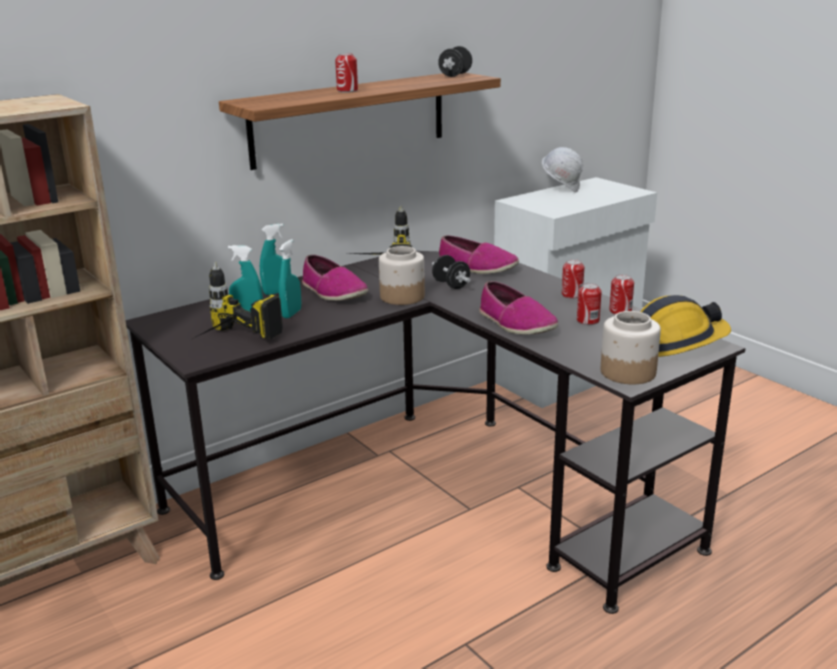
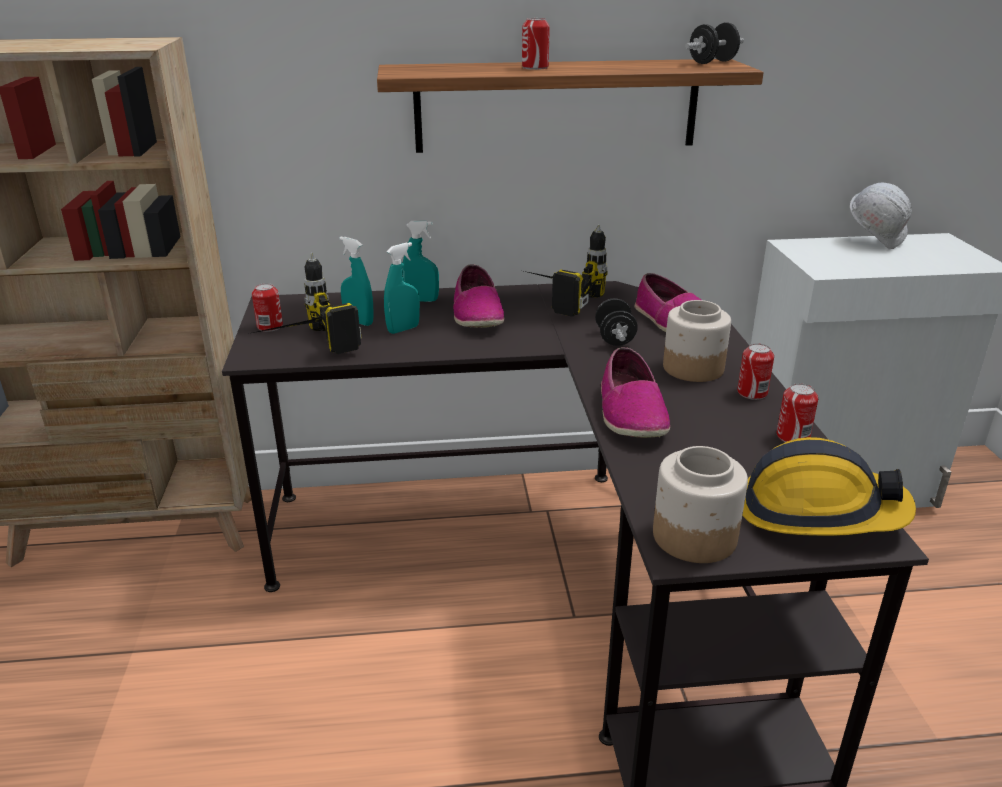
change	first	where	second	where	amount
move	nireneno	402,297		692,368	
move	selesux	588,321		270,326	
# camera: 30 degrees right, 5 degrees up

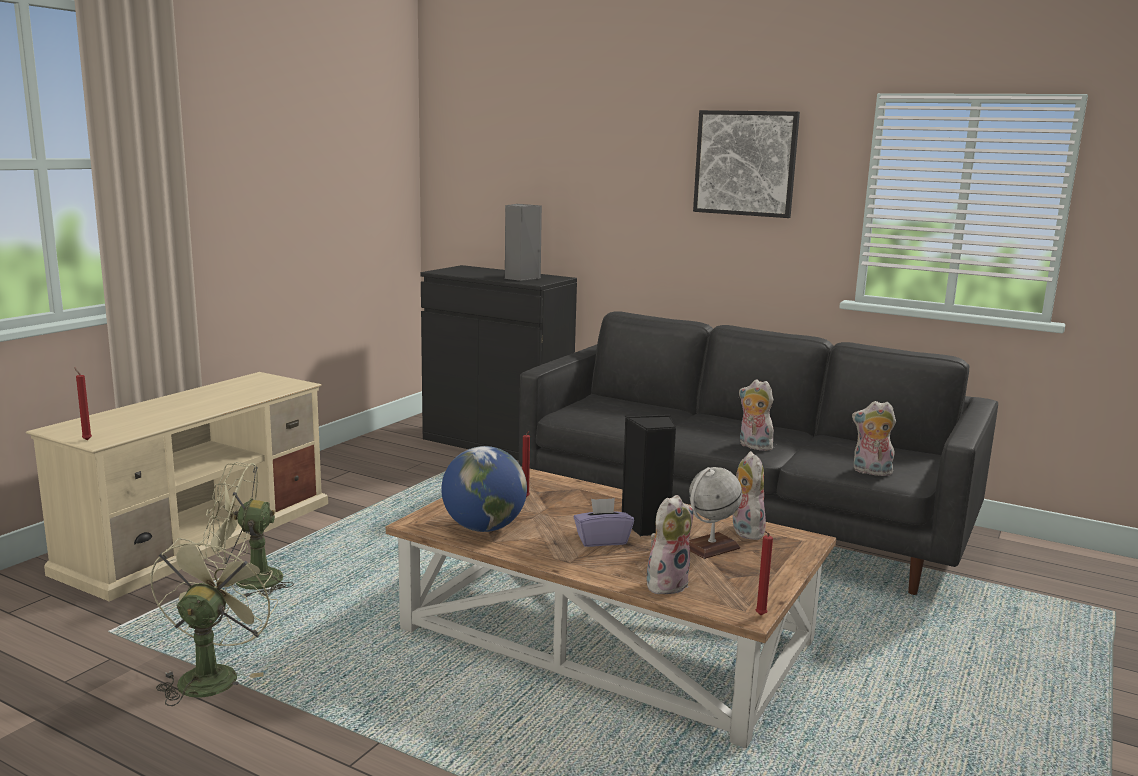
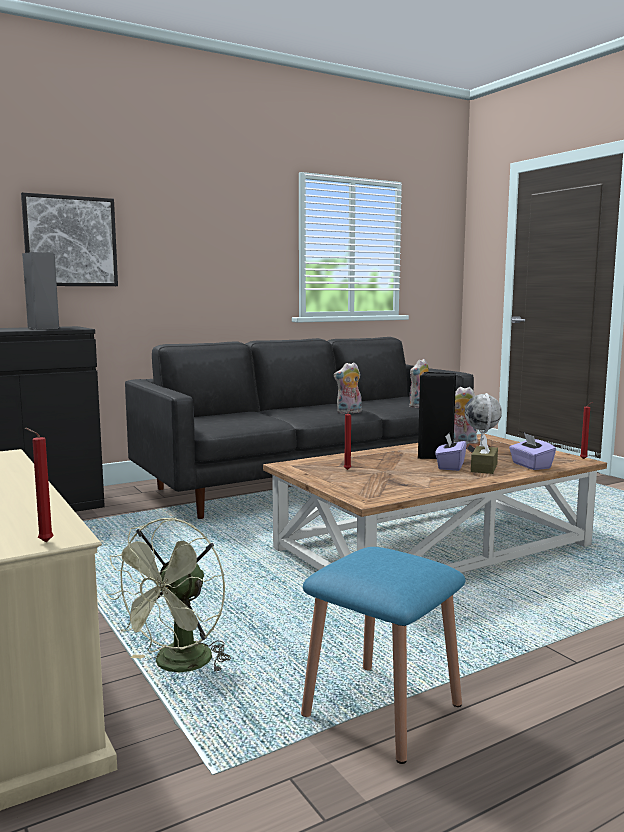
change	first	where	second	where	amount
replace	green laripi	212,674	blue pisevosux	382,710	
delete	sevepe	484,528			
replace	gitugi	666,583	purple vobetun	530,466	
move	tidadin	745,163		70,241	
insert			brown vobetun	484,468	
# camera: 60 degrees left, 5 degrees down

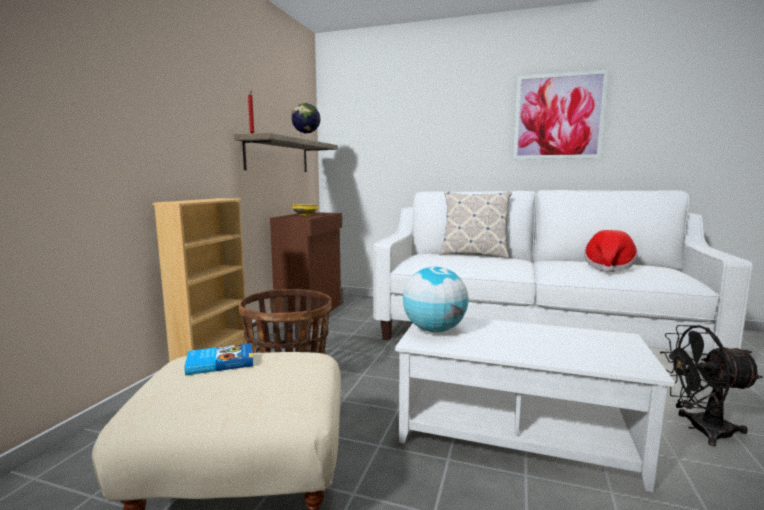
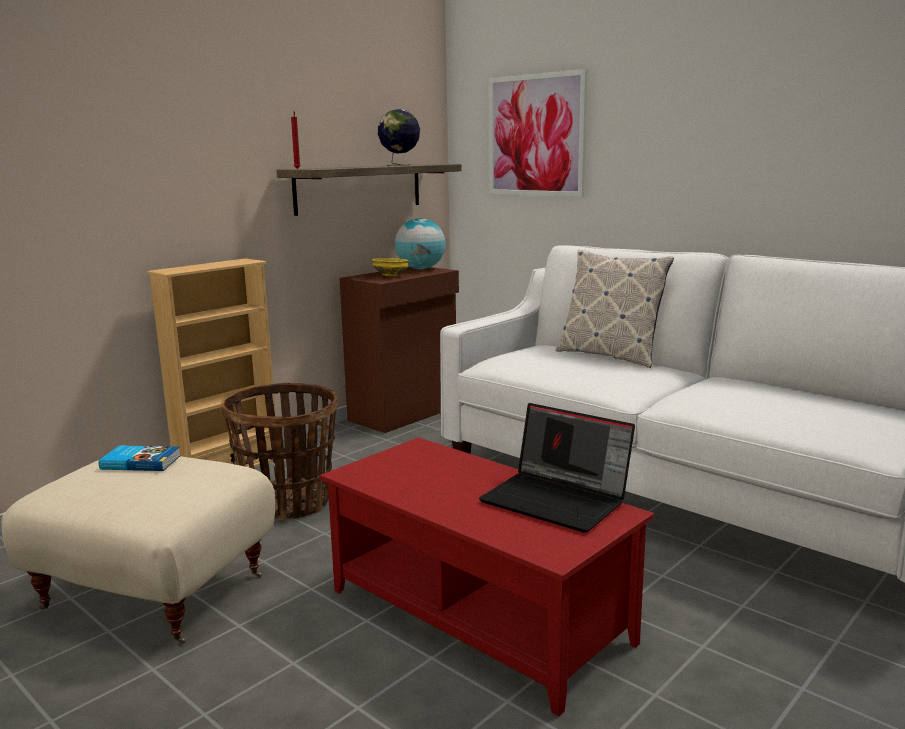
change	first	where	second	where	amount
recolor	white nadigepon	516,433	red nadigepon	479,615	
move	sevepe	434,330		420,269	
move	tidadin	558,116		536,135	
delete	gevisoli	608,267			
delete	black laripi	700,429			
insert			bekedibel	558,500	
# camera: 25 degrees right, 5 degrees up

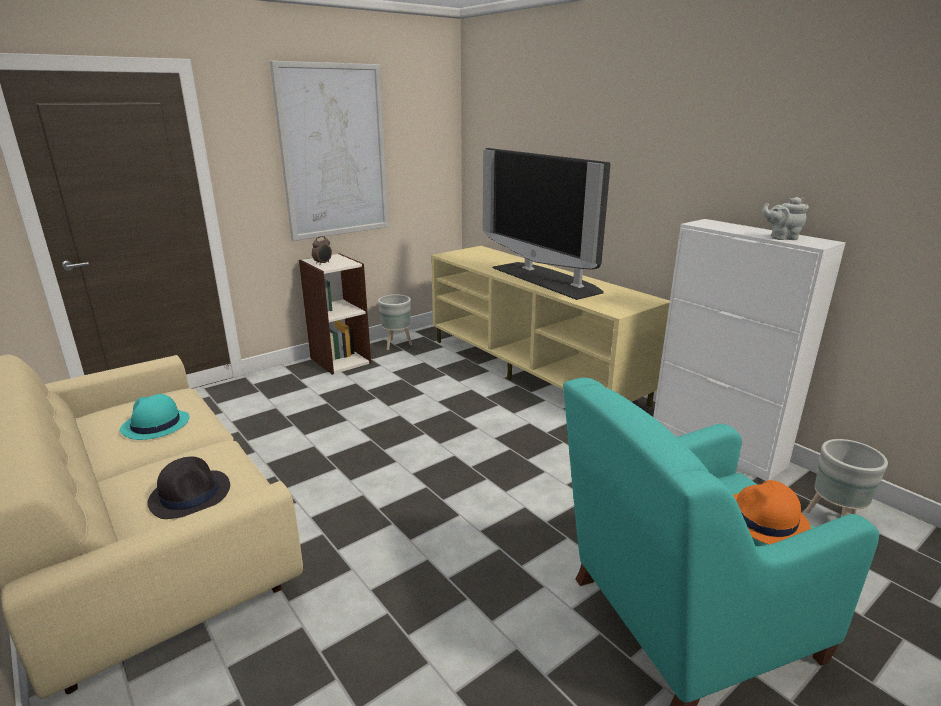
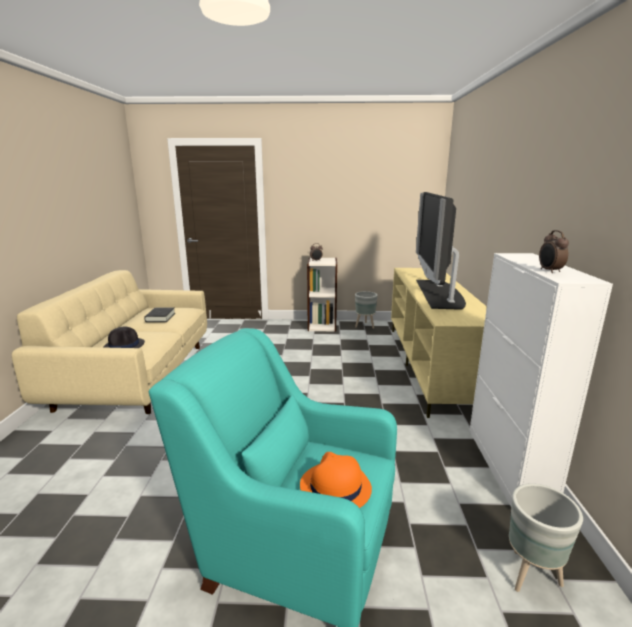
change	first	where	second	where	amount
replace	turquoise gevisoli	155,425	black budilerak	160,317	
delete	tidadin	334,152			
replace	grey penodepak	781,238	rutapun	549,271	
# camera: 40 degrees right, 5 degrees down

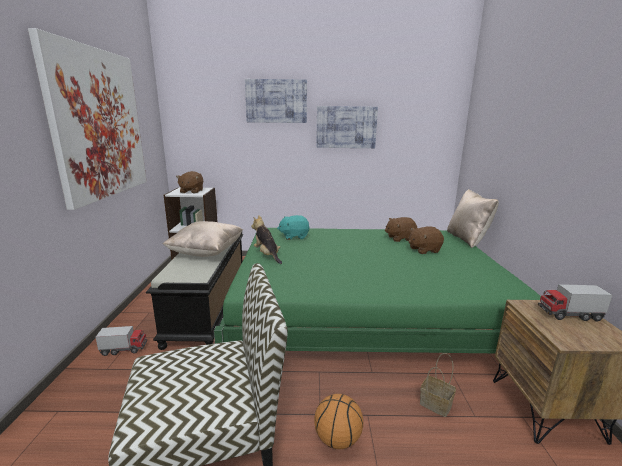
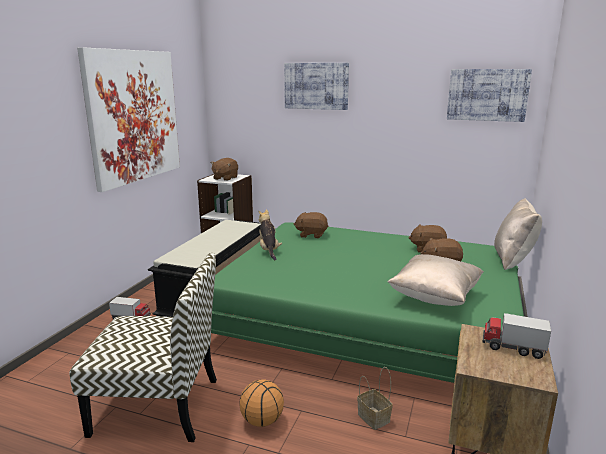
change	first	where	second	where	amount
move	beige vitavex	206,253		434,297	
recolor	turquoise gitugi	294,236	brown gitugi	311,235	
move	tidadin	346,127		487,95	
# camera: 20 degrees right, 0 degrees up

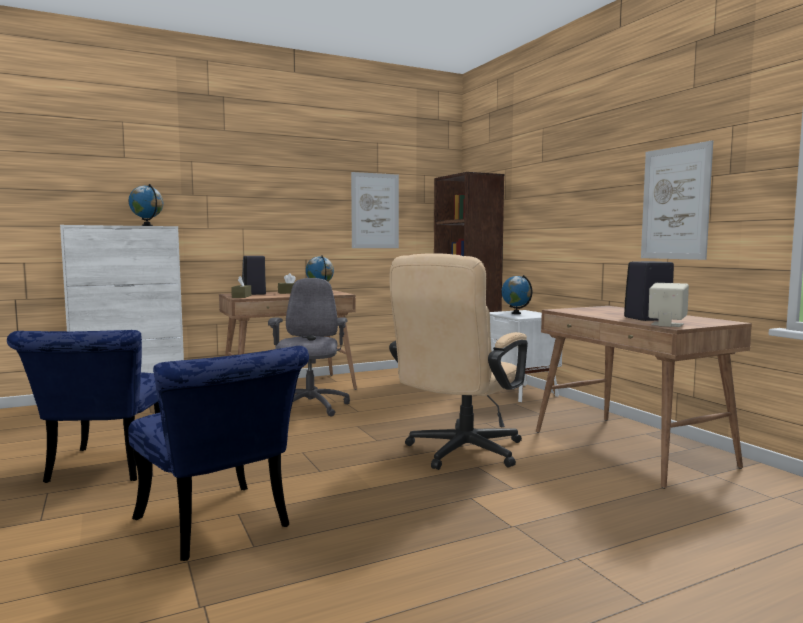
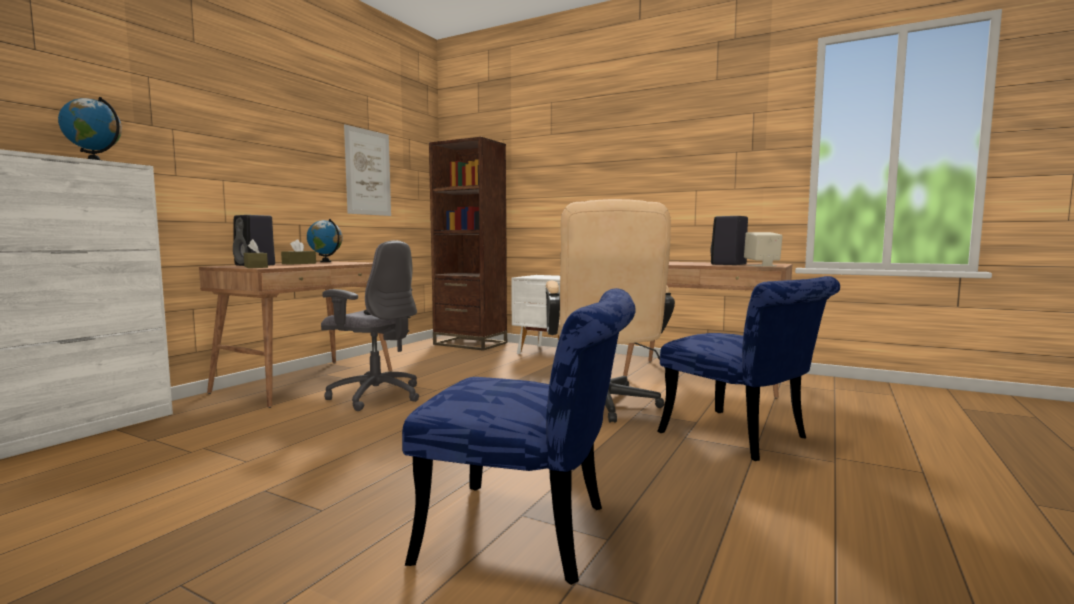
change	first	where	second	where	amount
move	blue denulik	104,469		744,438	
rotate	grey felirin	310,408		375,396	150 degrees clockwise
delete	sevepe	516,313			
delete	tidadin	675,203			
# camera: 35 degrees left, 0 degrees up

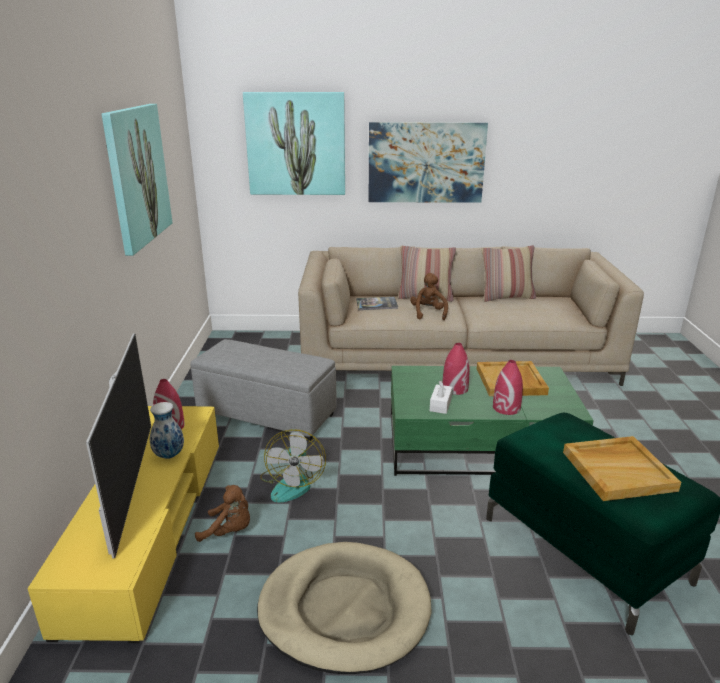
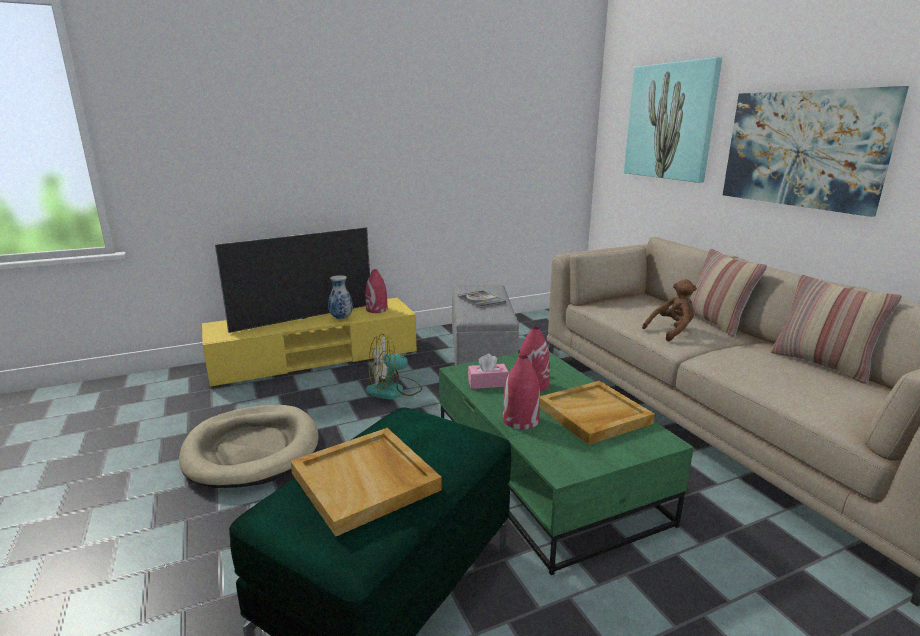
change	first	where	second	where	amount
delete	tidadin	137,175			
delete	brown gitugi	229,531			
move	budilerak	376,304		481,300	
recolor	white vobetun	440,404	pink vobetun	487,383	
# camera: 65 degrees right, 5 degrees down

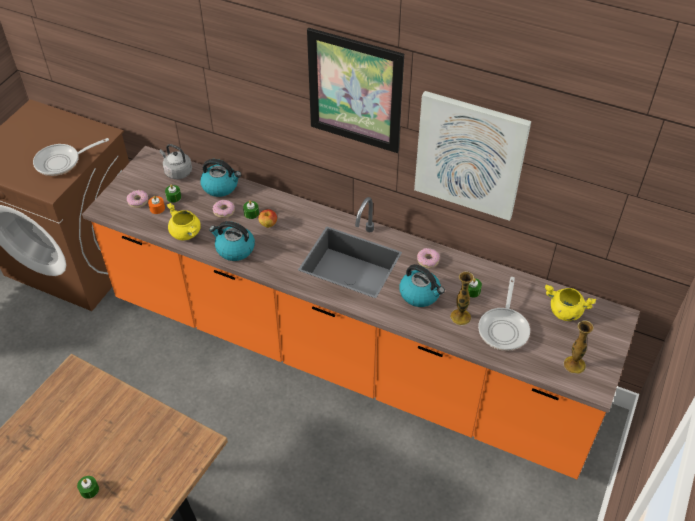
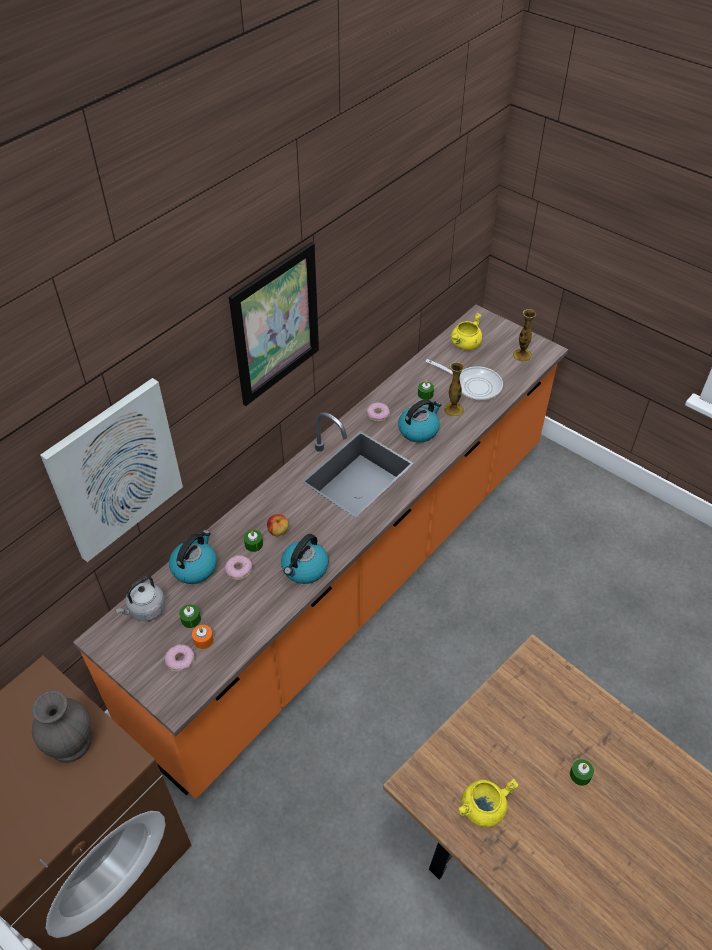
change	first	where	second	where	amount
replace	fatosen	62,162	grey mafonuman	71,741	
move	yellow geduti	186,233		483,807	
move	tidadin	470,155		115,470	
# camera: 75 degrees left, 0 degrees up

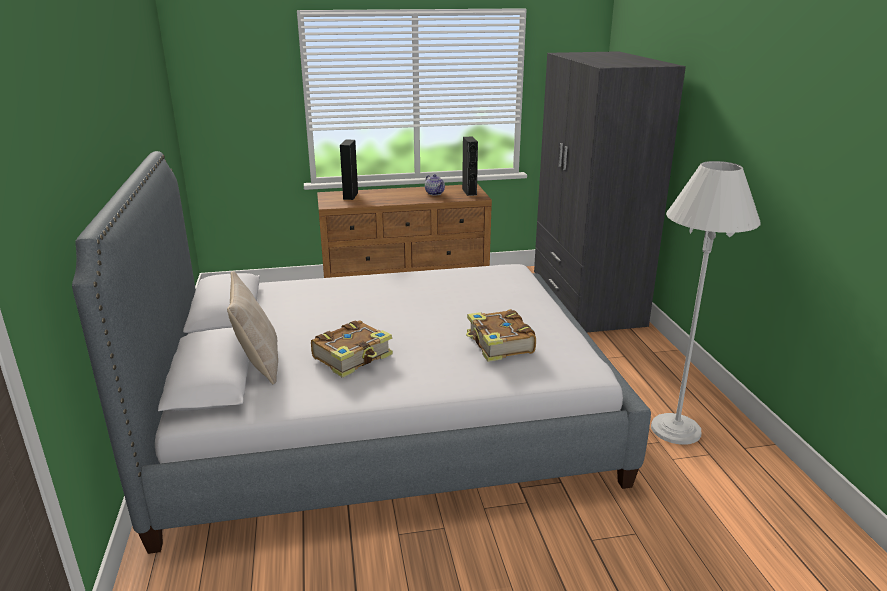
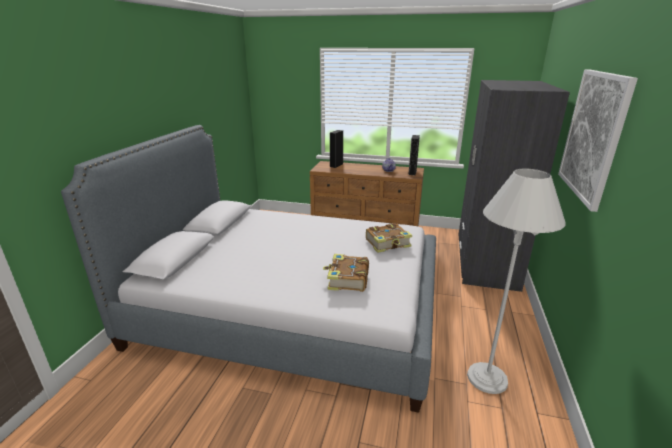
change	first	where	second	where	amount
delete	beige vitavex	258,363			
move	budilerak	353,357		388,243	
insert			tidadin	593,135	
# camera: 25 degrees right, 0 degrees up

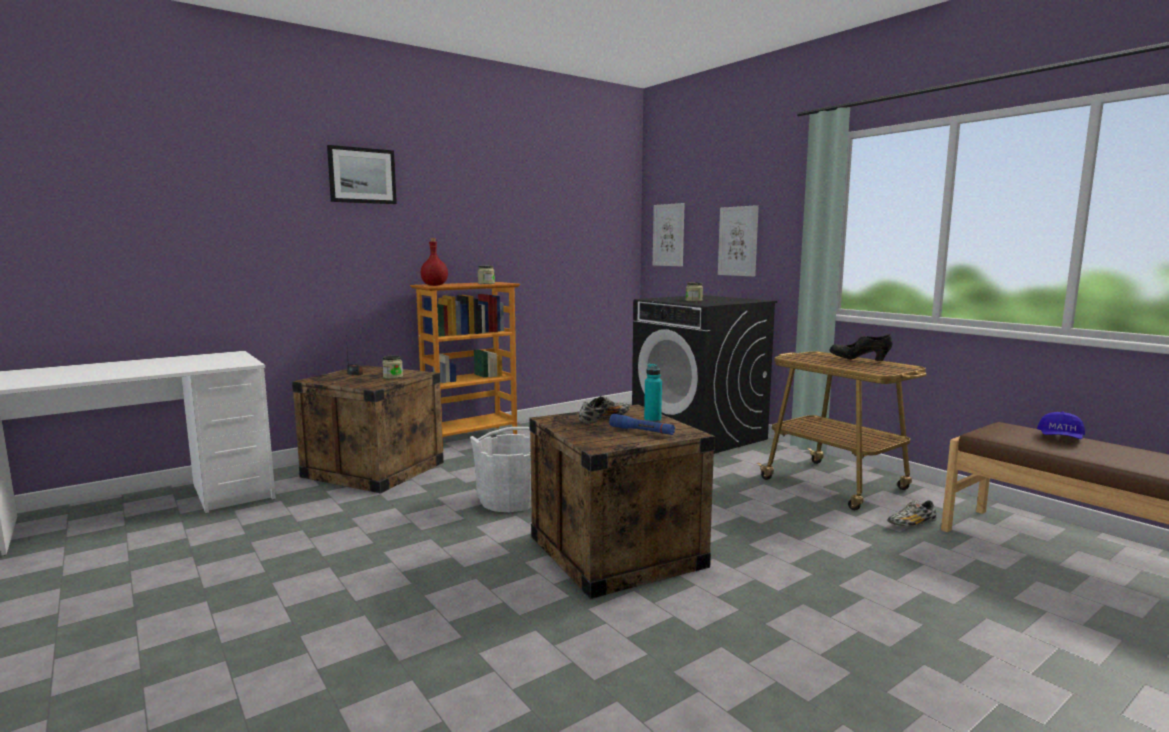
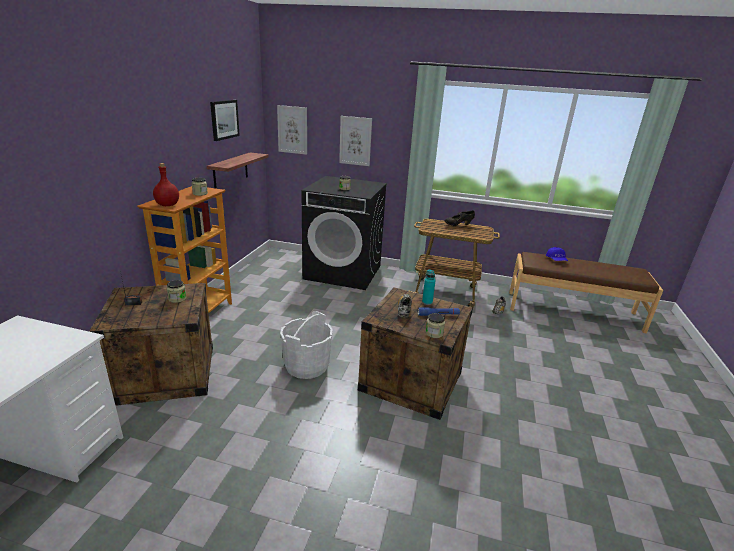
change	first	where	second	where	amount
move	tidadin	362,175		224,119	
insert			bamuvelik	230,171	
insert			nireneno	434,333	
# camera: 40 degrees left, 15 degrees up

